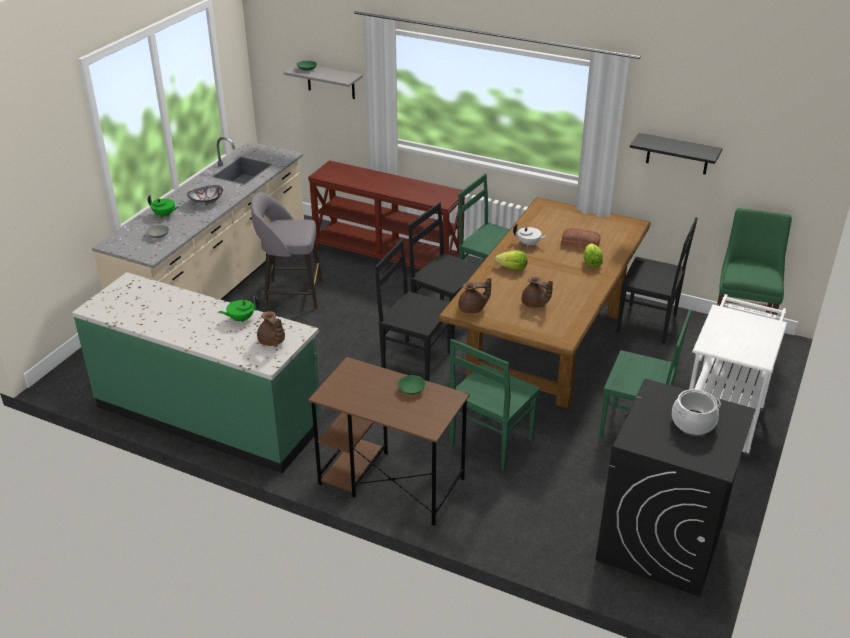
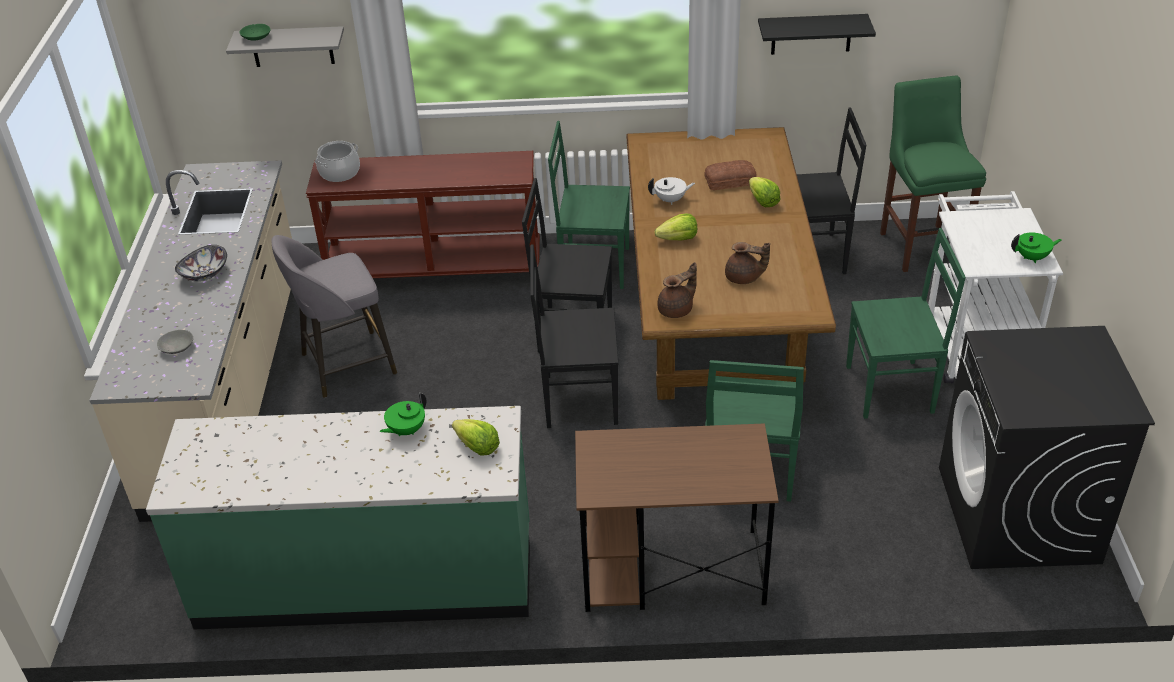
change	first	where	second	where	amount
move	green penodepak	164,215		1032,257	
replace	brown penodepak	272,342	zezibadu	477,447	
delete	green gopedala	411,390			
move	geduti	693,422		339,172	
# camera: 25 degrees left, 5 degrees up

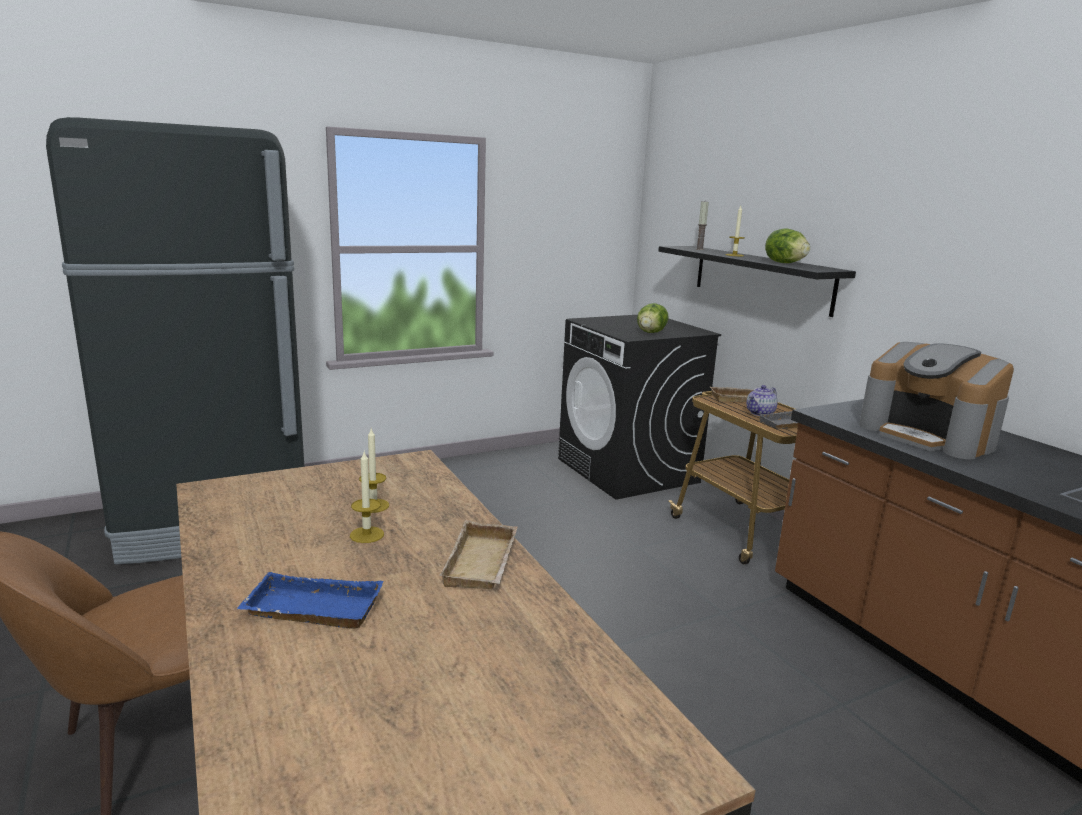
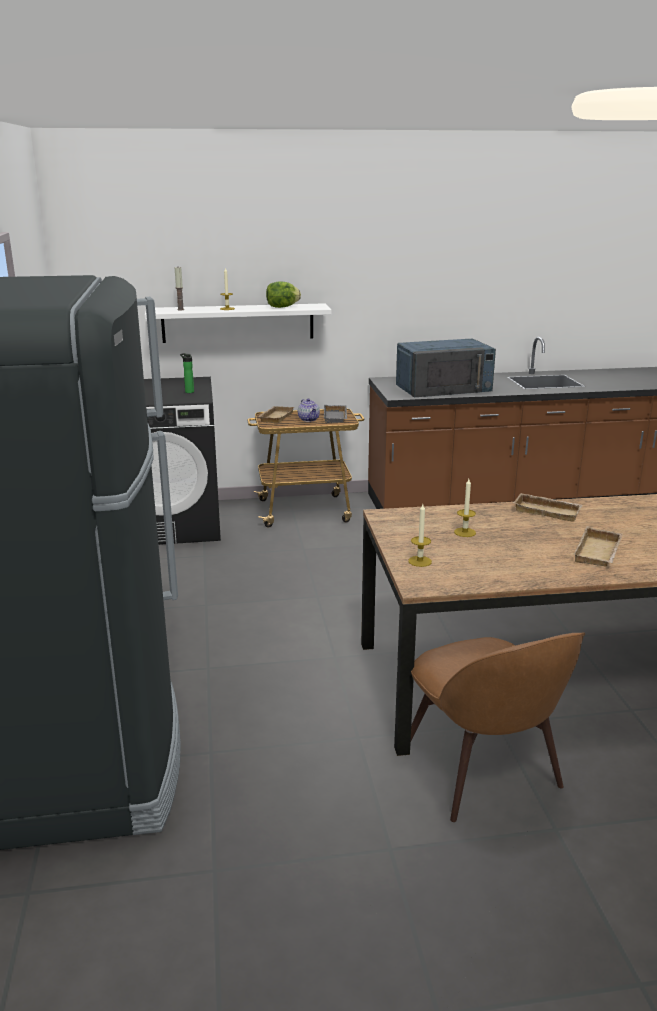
change	first	where	second	where	amount
recolor	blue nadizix	310,611	beige nadizix	599,553	
move	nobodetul	367,535		420,561	
replace	zezibadu	650,333	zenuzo	188,391	
recolor	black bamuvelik	761,278	white bamuvelik	238,323	
replace	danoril	928,435	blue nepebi	444,387	
# camera: 70 degrees left, 5 degrees up

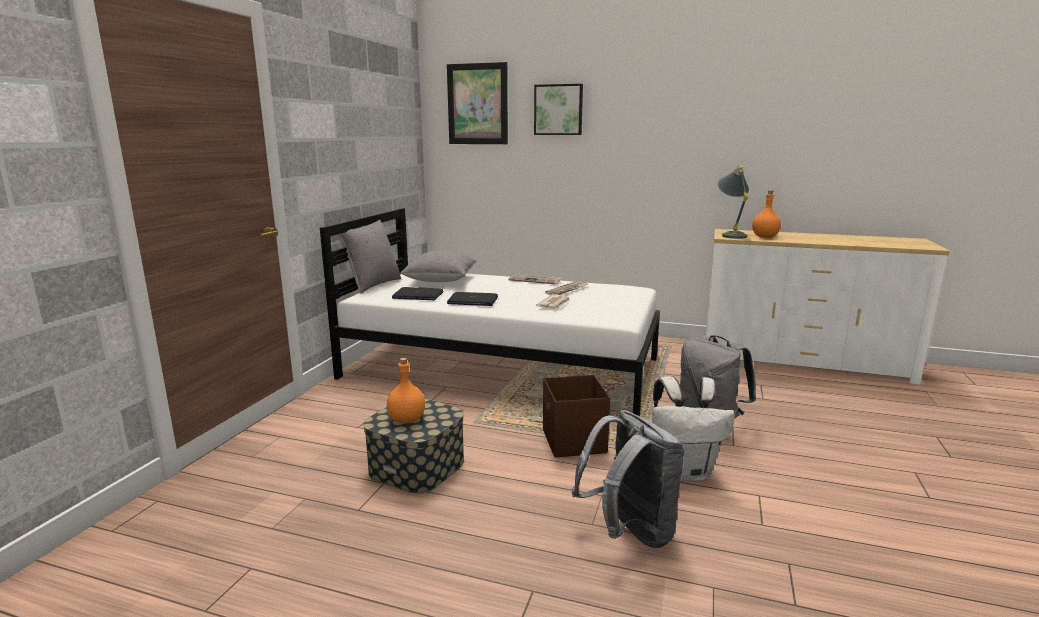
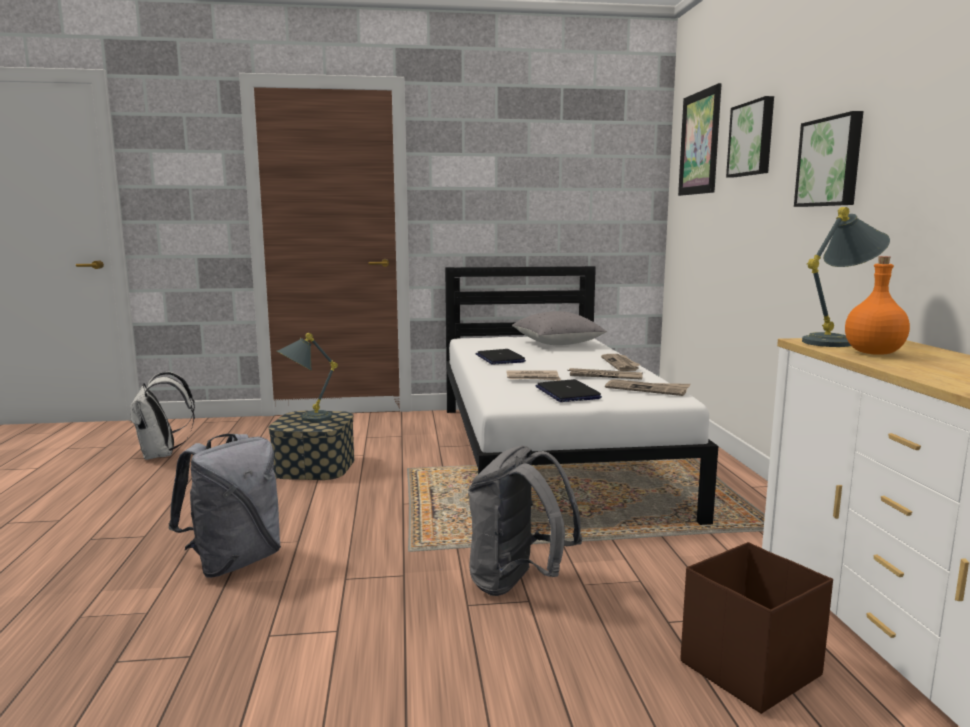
change	first	where	second	where	amount
delete	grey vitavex	373,285			
replace	orange zenuzo	406,420	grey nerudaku	305,419	
move	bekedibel	417,295		567,393	
move	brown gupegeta	573,442		748,669	
move	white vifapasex	682,472		162,455	
insert			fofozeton	647,389	
insert			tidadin	831,162	
# camera: 65 degrees right, 5 degrees down

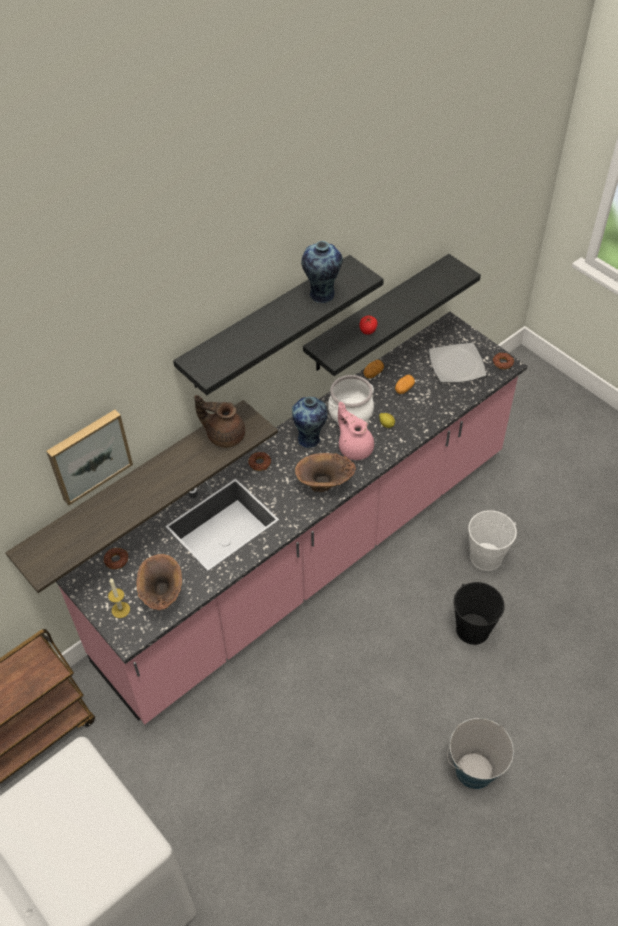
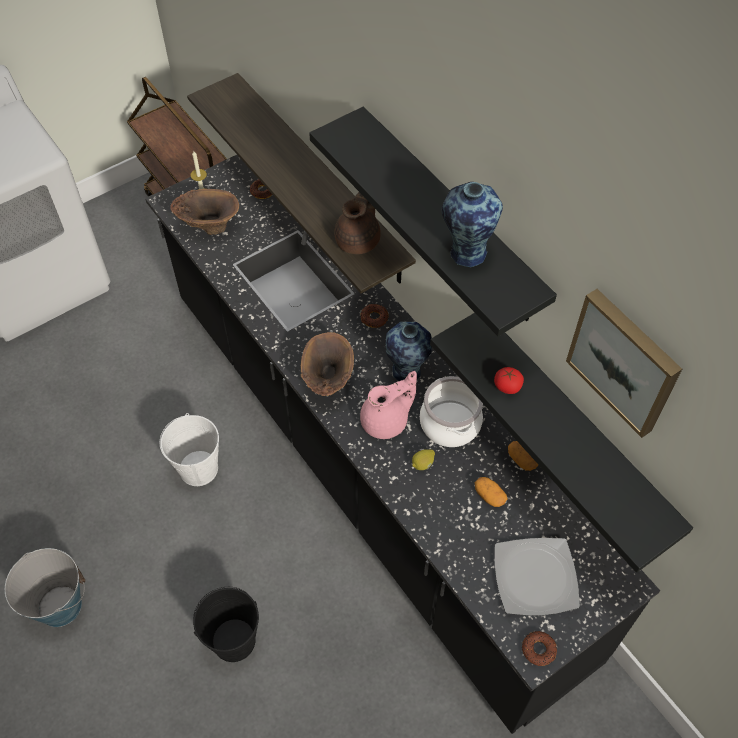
change	first	where	second	where	amount
move	tidadin	88,455		625,361	
recolor	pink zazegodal	311,555	black zazegodal	369,468	
move	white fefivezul	485,557		199,468	
# camera: 95 degrees right, 5 degrees up

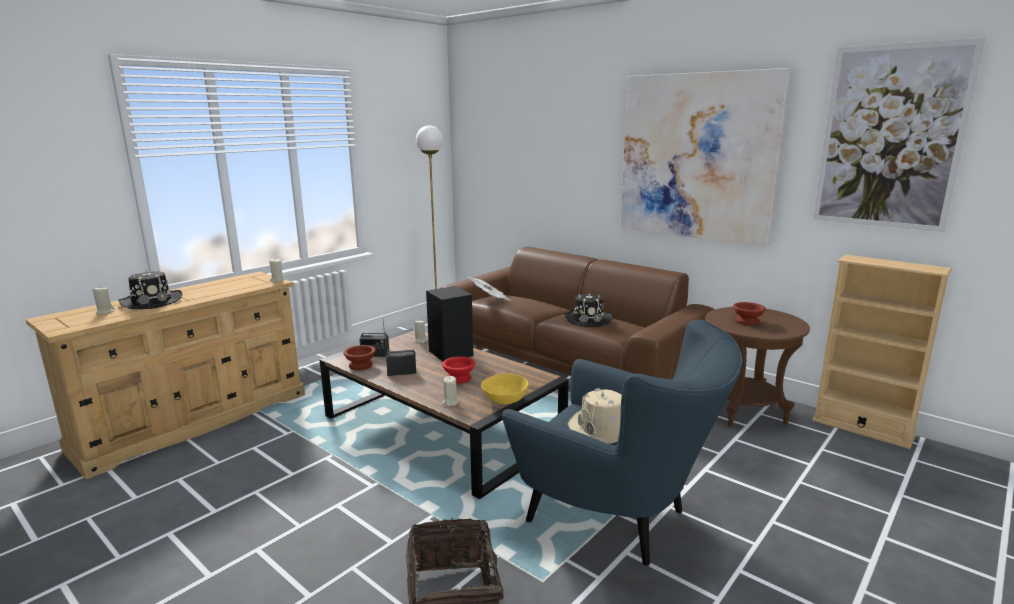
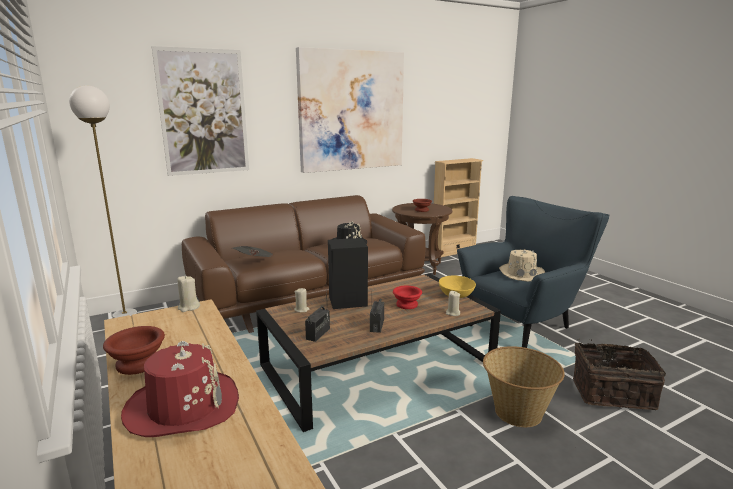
change	first	where	second	where	amount
delete	beige nobodetul	105,312			
recolor	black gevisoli	152,301	red gevisoli	183,406	
move	brown gopedala	360,366		140,364	
move	tidadin	890,138		203,112	
insert			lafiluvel	517,412	
# camera: 70 degrees left, 0 degrees up

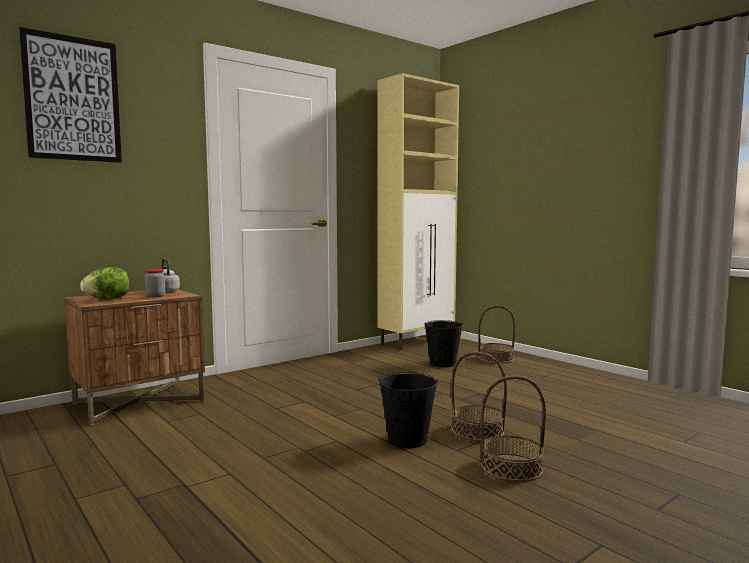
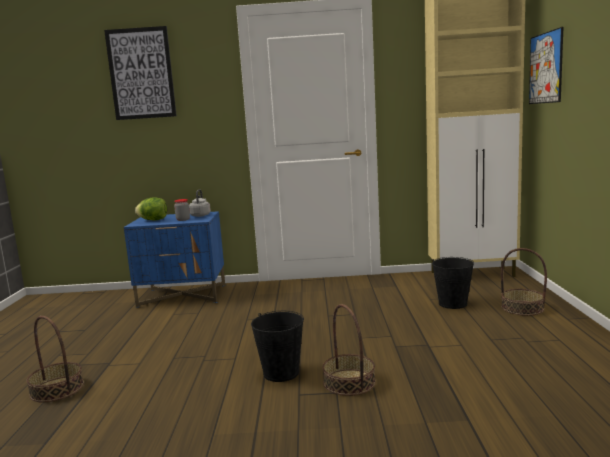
change	first	where	second	where	amount
recolor	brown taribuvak	140,402	blue taribuvak	183,296	
move	lafiluvel	511,467		57,389	
insert			tidadin	545,68	
# camera: 40 degrees right, 5 degrees up

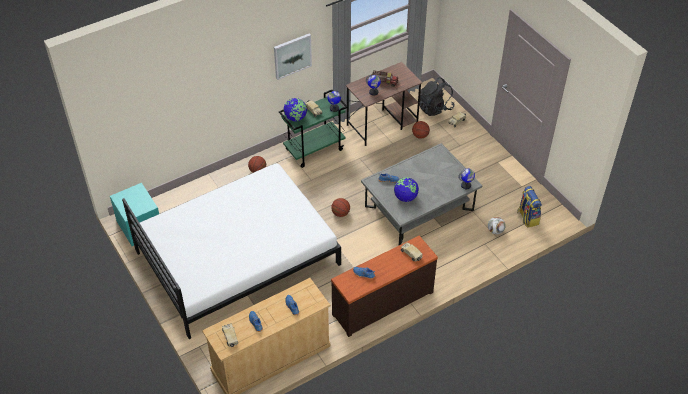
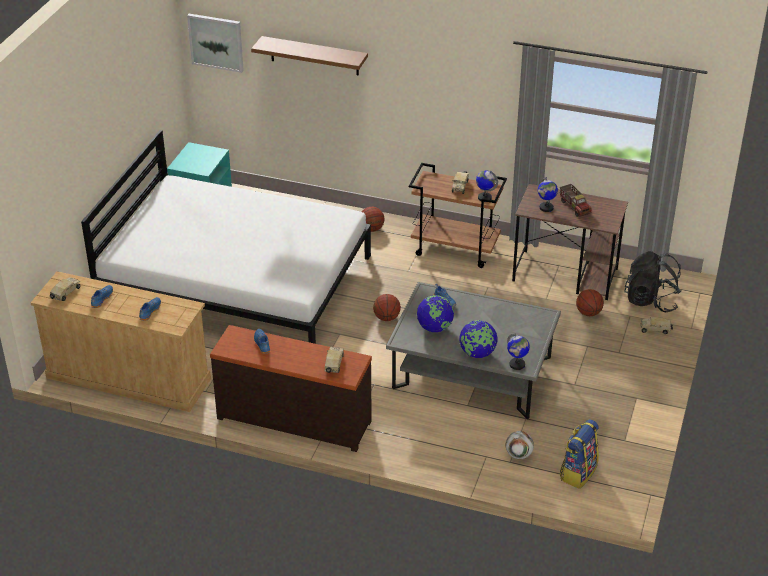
change	first	where	second	where	amount
move	tidadin	292,55		216,42	
recolor	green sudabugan	314,149	brown sudabugan	456,249	
move	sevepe	295,118		477,353	
insert			brown bamuvelik	314,56	
# camera: 50 degrees right, 10 degrees down

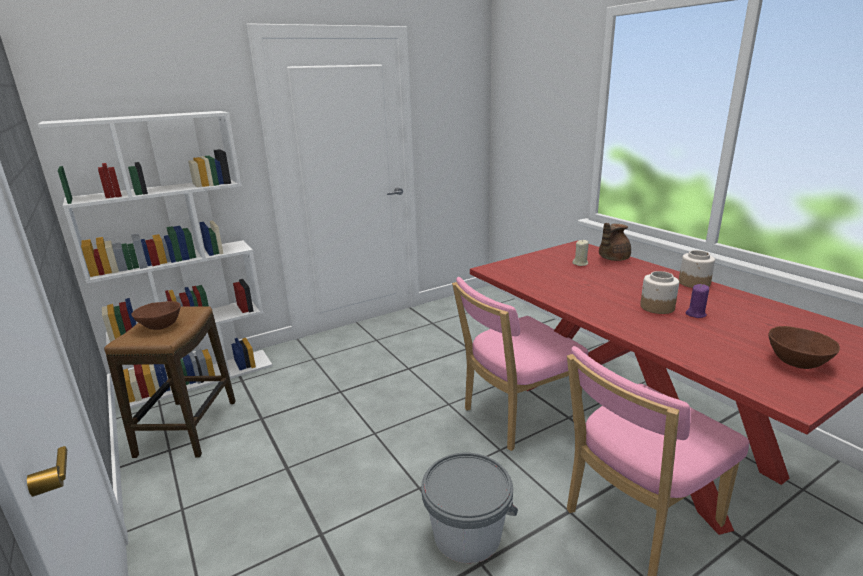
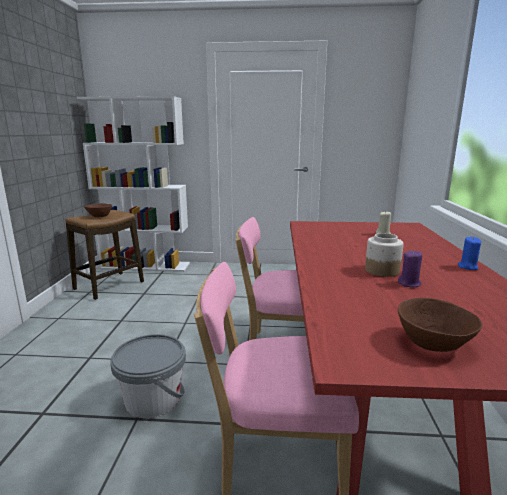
change	first	where	second	where	amount
delete	brown penodepak	612,258			
replace	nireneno	694,283	blue nobodetul	467,267	
# camera: 35 degrees right, 5 degrees down

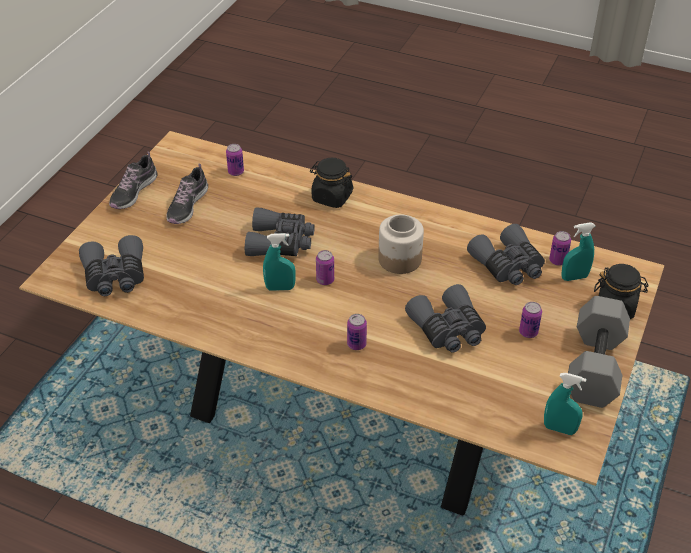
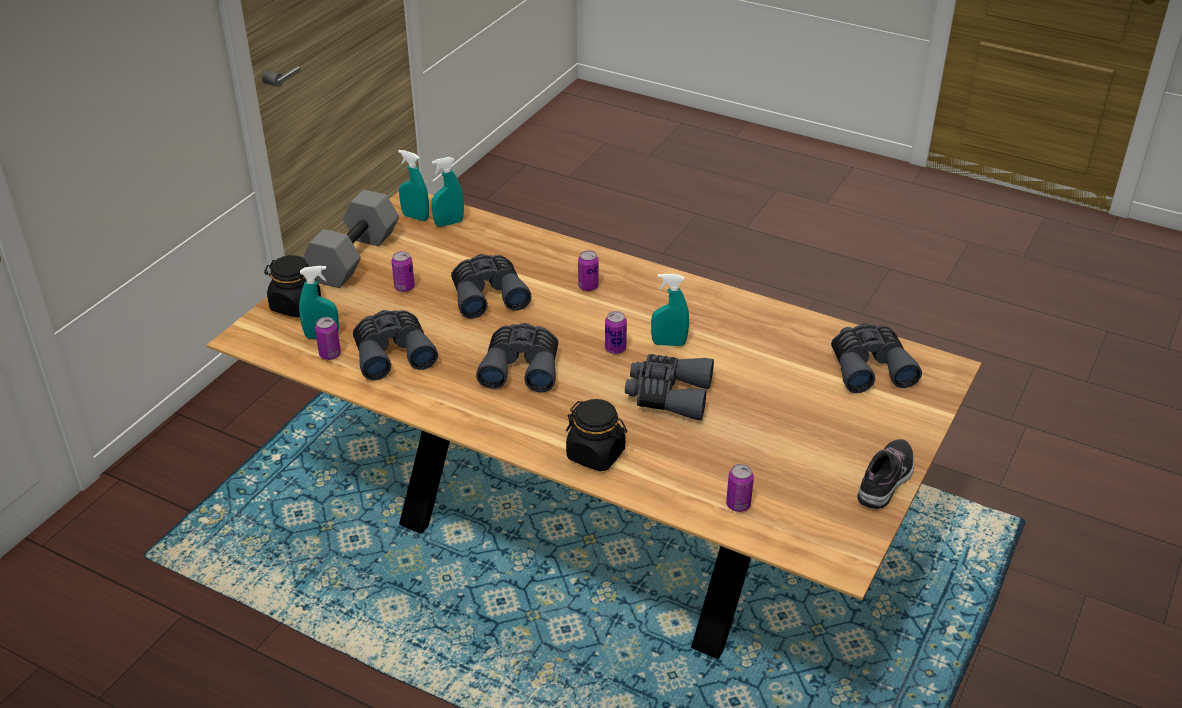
change	first	where	second	where	amount
delete	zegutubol	187,205			
replace	nireneno	399,259	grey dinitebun	521,366	
insert			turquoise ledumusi	449,223	
# camera: 175 degrees left, 5 degrees down

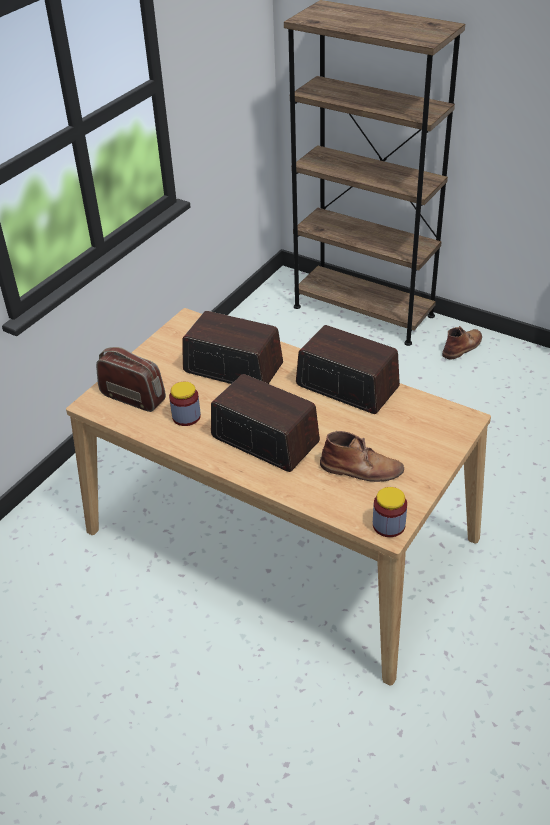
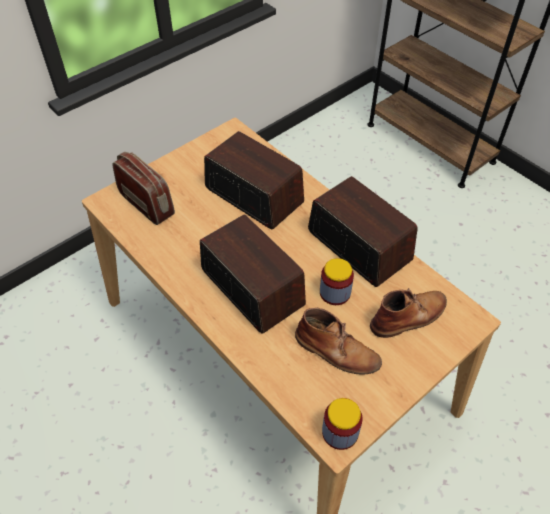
change	first	where	second	where	amount
move	nireneno	186,416		335,292	
move	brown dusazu	463,346		409,316	
# camera: 15 degrees right, 10 degrees up

